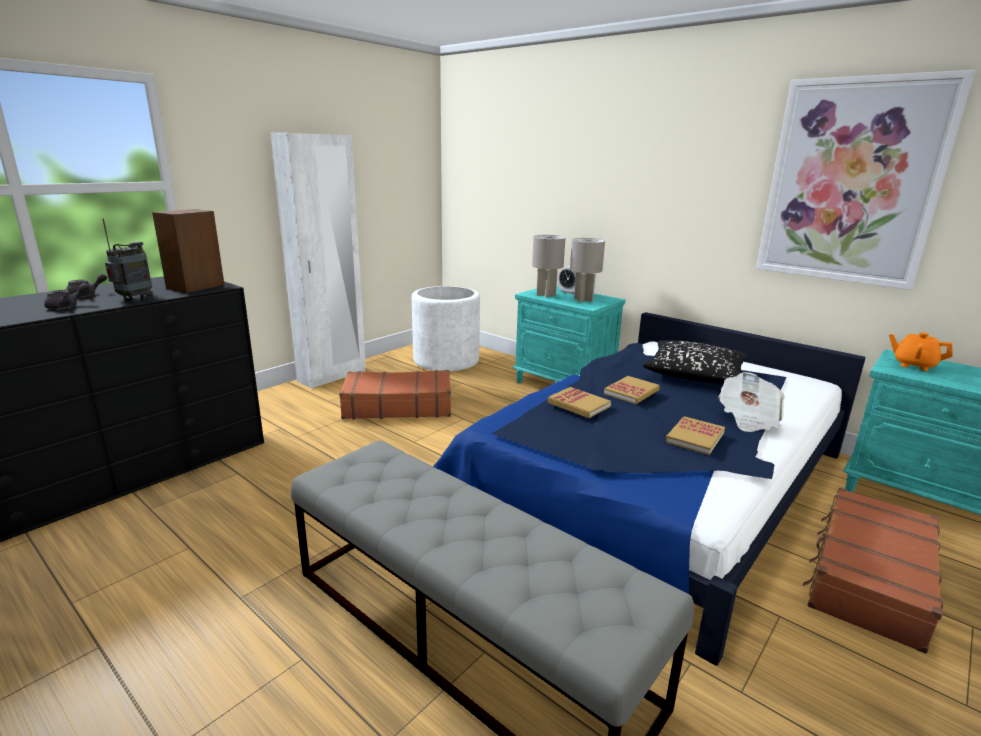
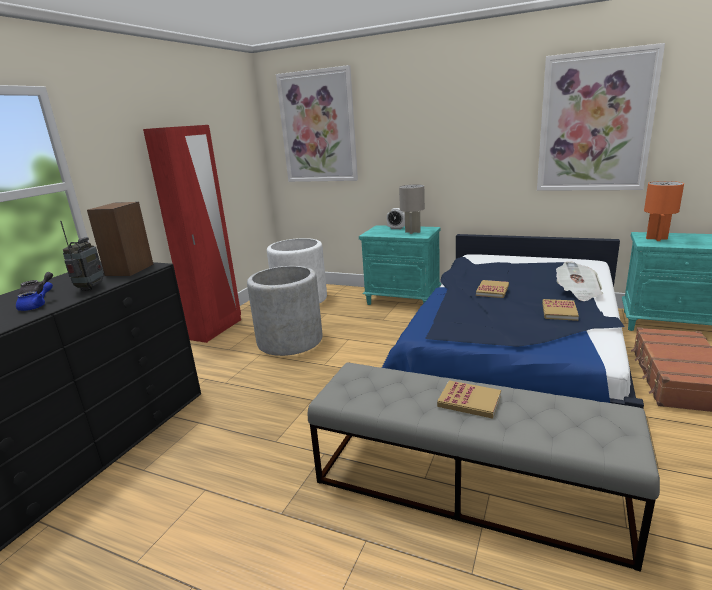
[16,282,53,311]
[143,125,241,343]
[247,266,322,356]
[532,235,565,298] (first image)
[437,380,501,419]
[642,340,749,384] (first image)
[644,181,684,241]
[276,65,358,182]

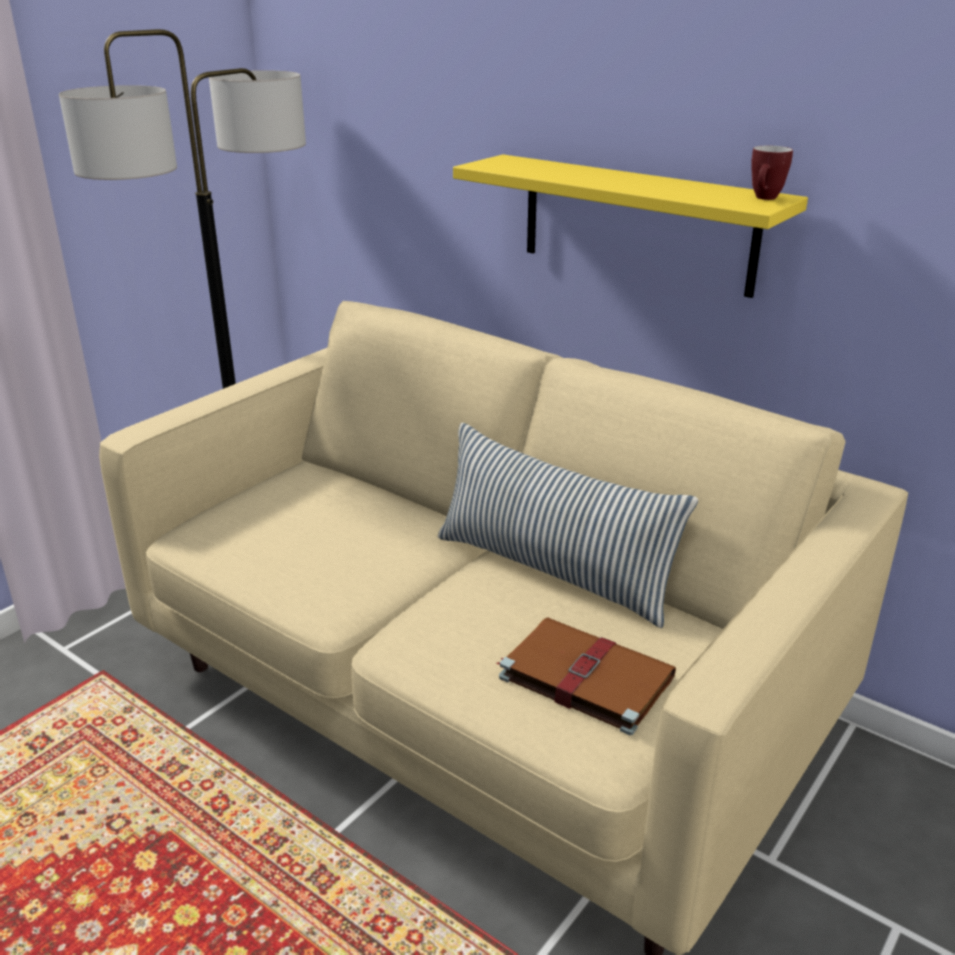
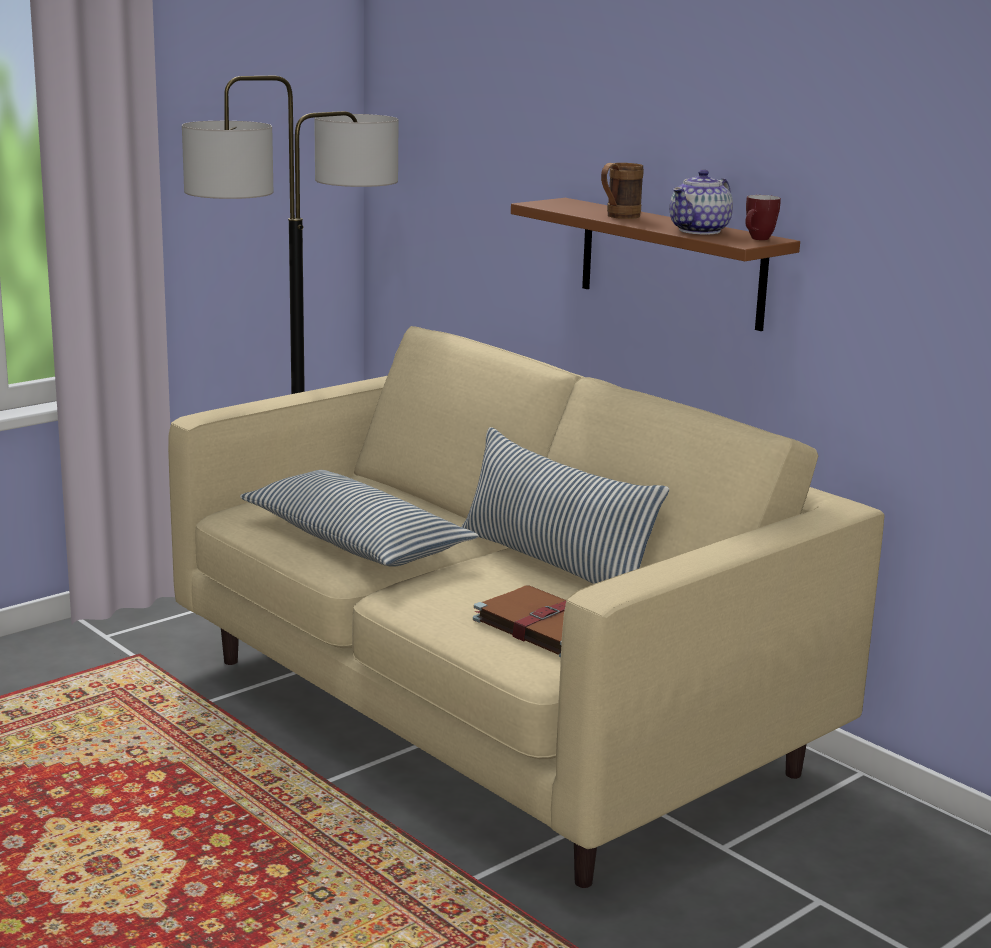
[511,198,800,331]
[240,470,479,567]
[601,163,644,219]
[670,169,733,235]

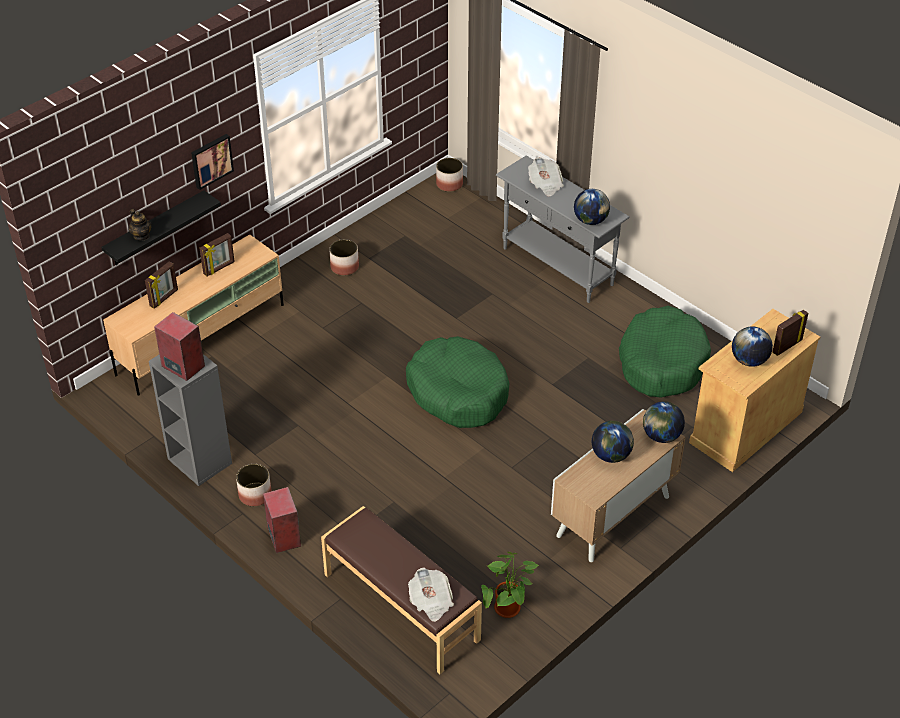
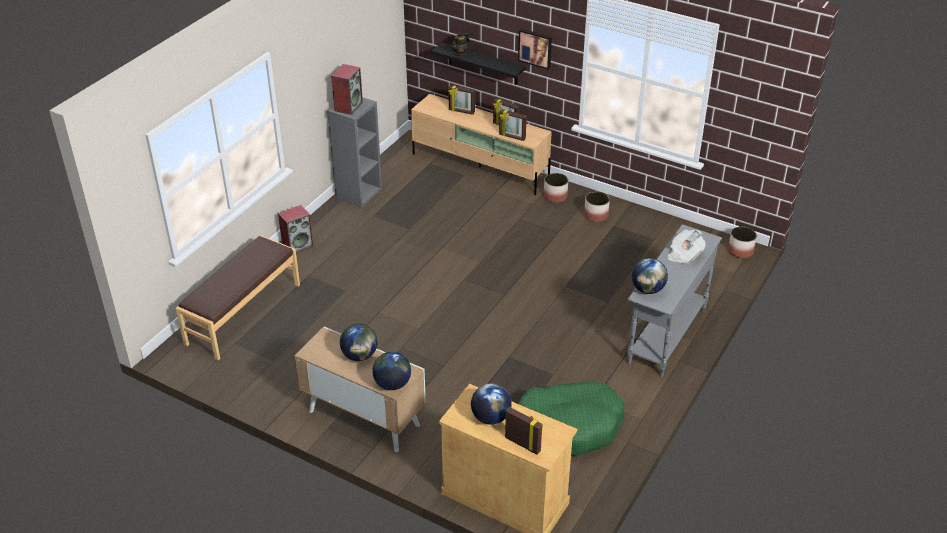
[544,173,568,203]
[406,336,509,428] (first image)
[408,567,454,622] (first image)
[481,552,540,618] (first image)
[499,109,527,141]

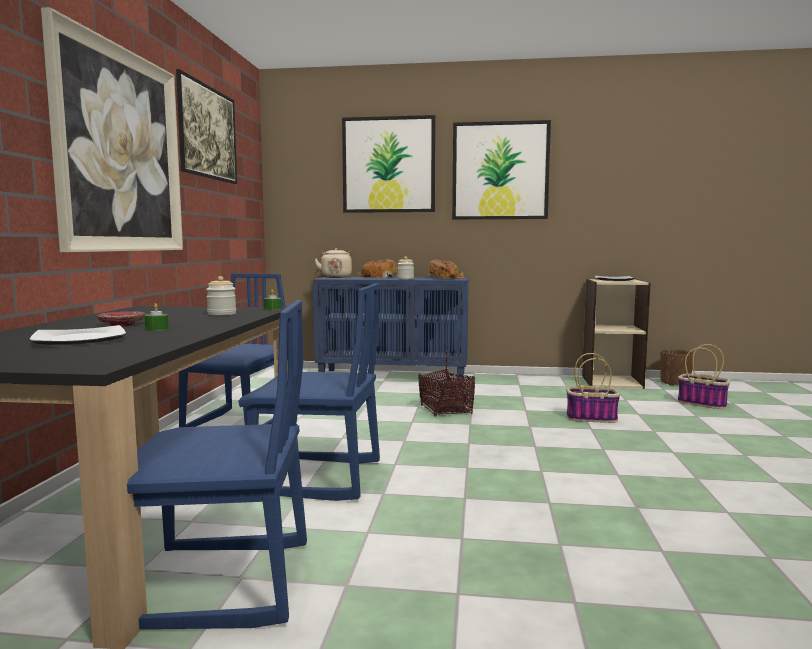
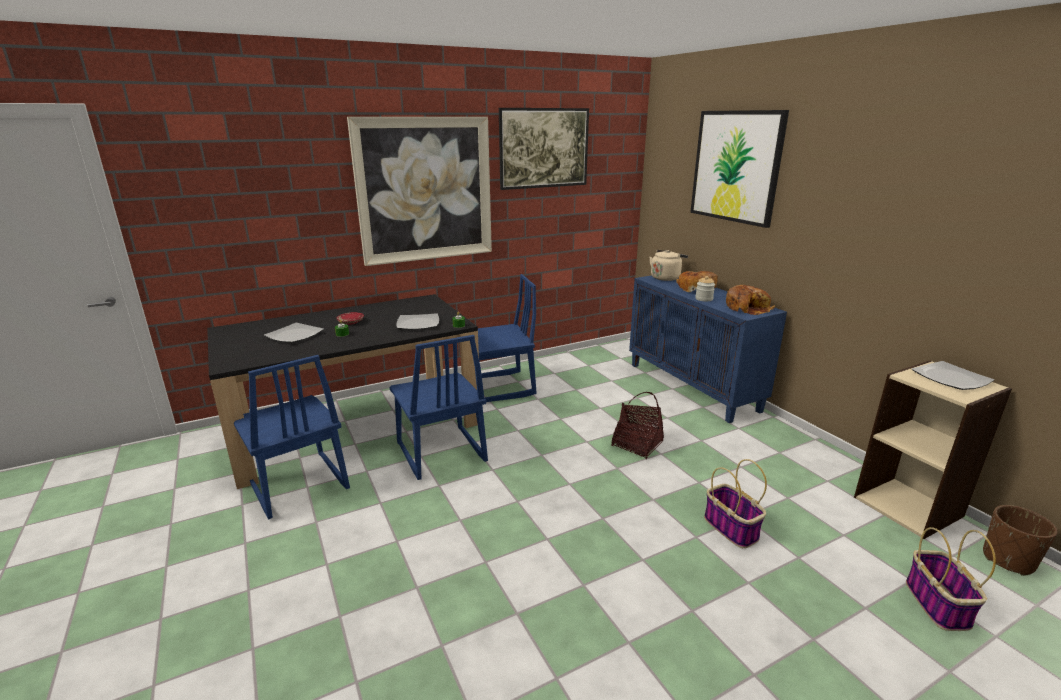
[396,313,439,330]
[452,120,551,219] (first image)

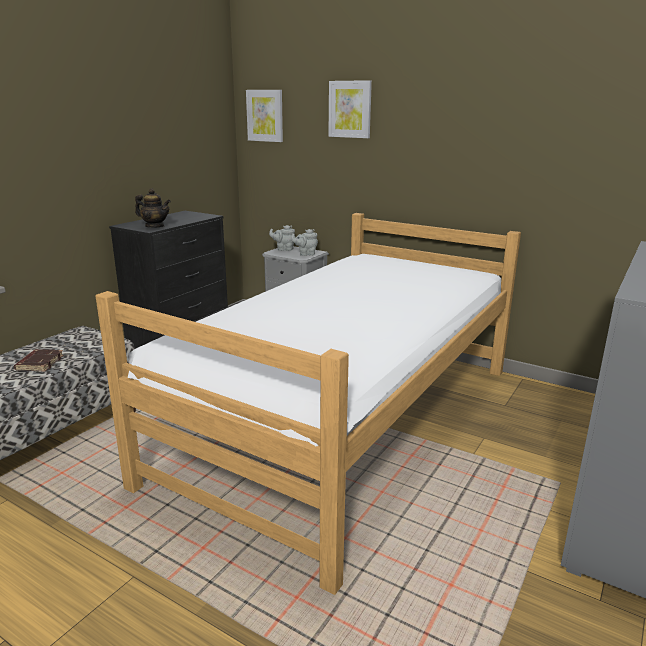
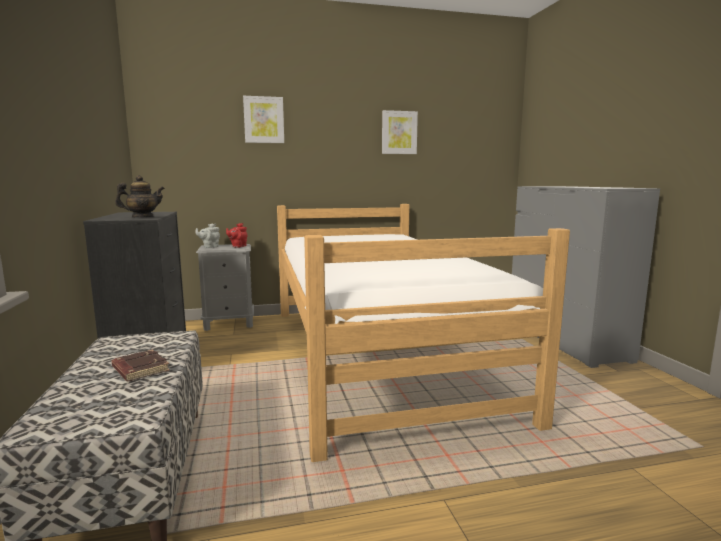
[382,110,418,154]
[226,223,247,248]

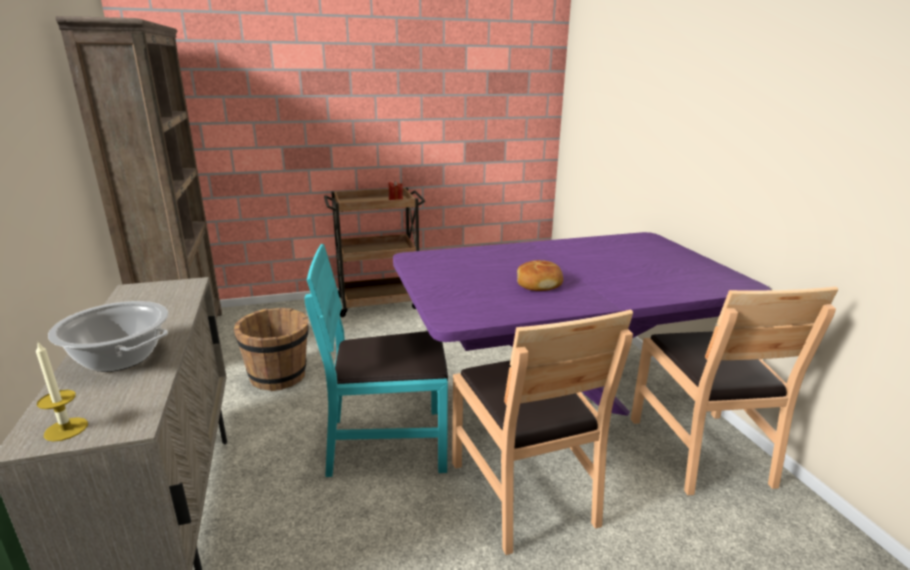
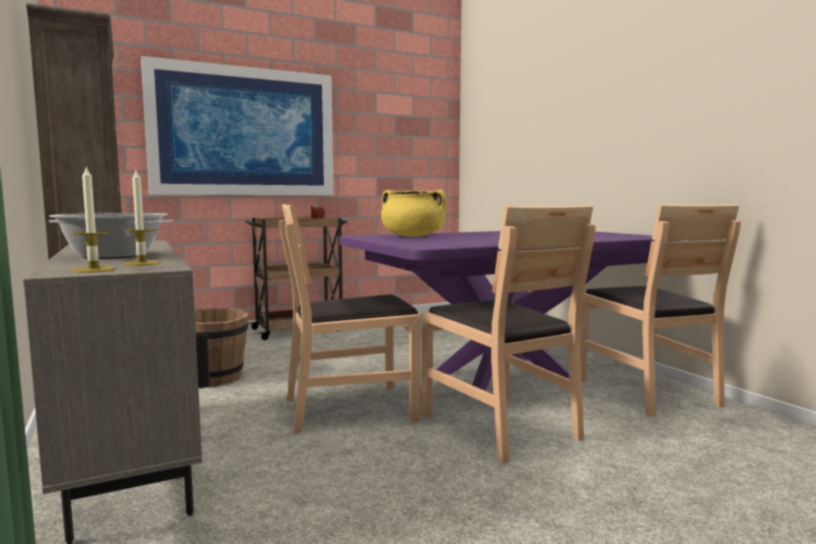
[279,204,420,434]
[517,260,563,291] (first image)
[123,170,161,266]
[141,56,334,195]
[381,189,447,237]

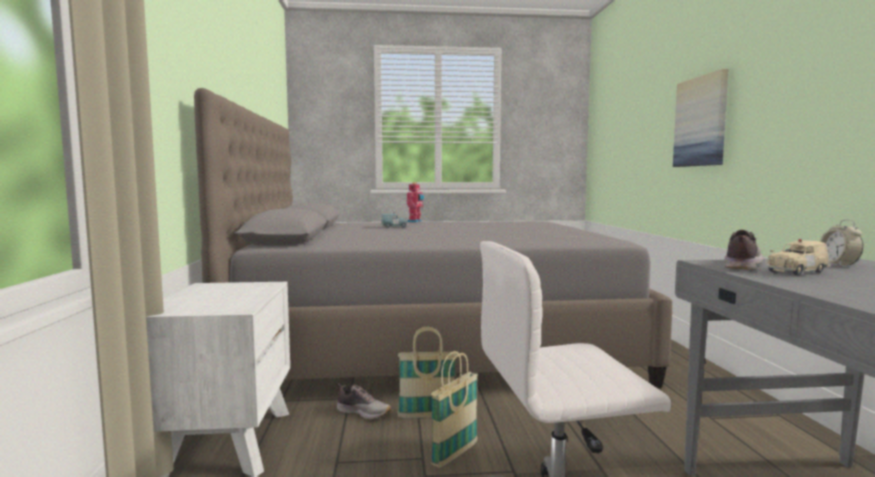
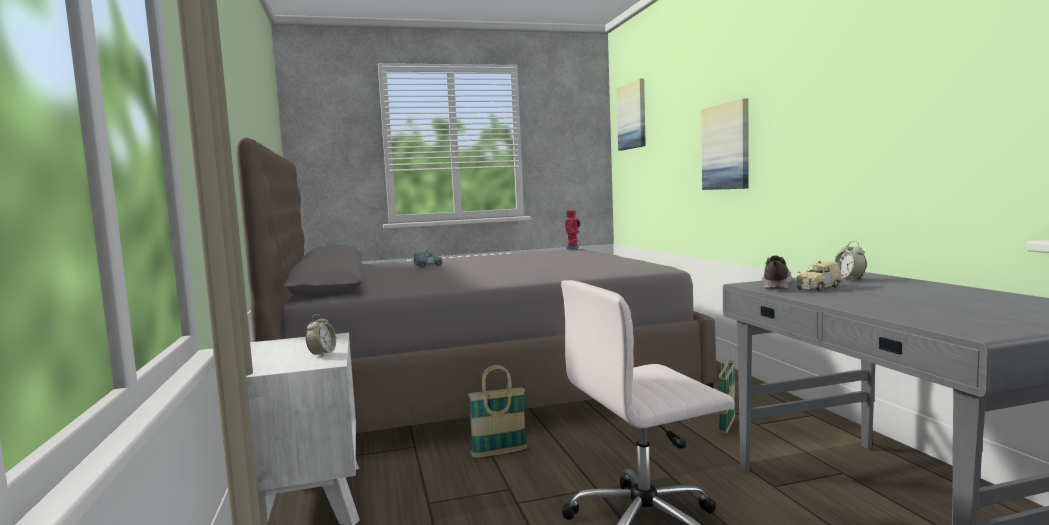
[337,383,391,420] (first image)
[565,208,581,249]
[719,344,735,434]
[306,314,336,357]
[617,79,646,151]

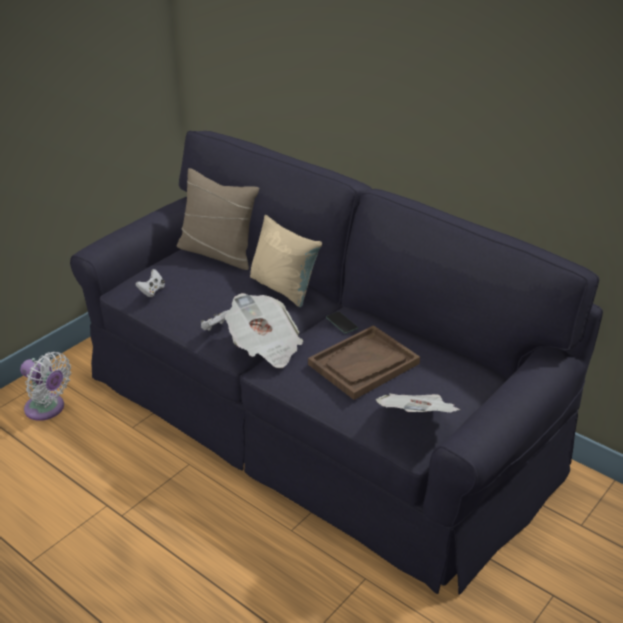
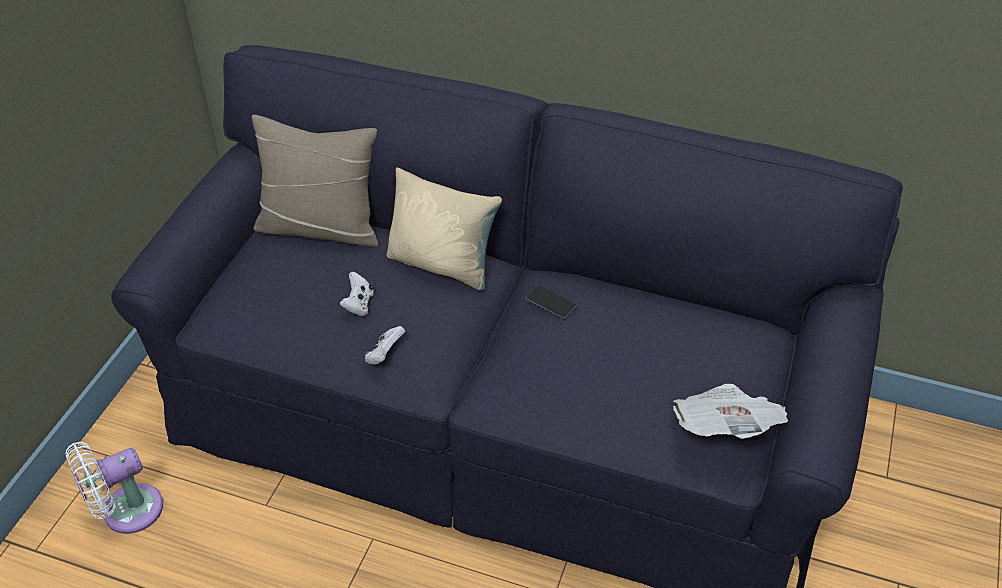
[65,442,163,534]
[340,272,374,316]
[225,293,303,368] (first image)
[308,325,420,400] (first image)

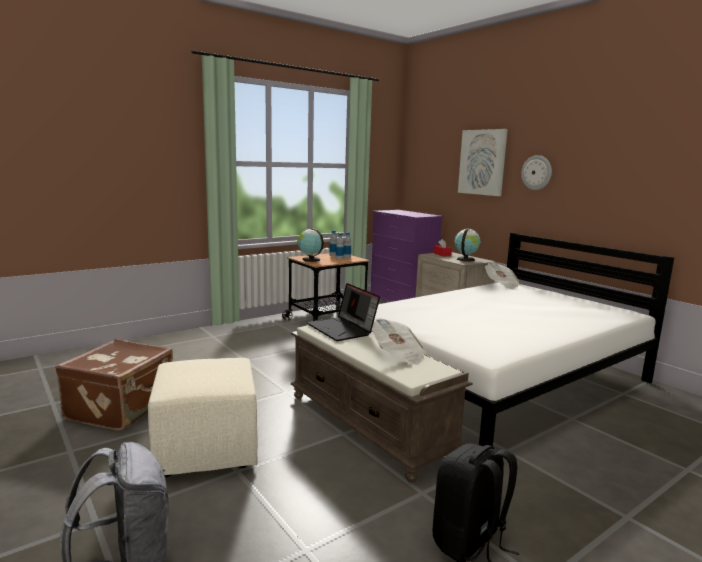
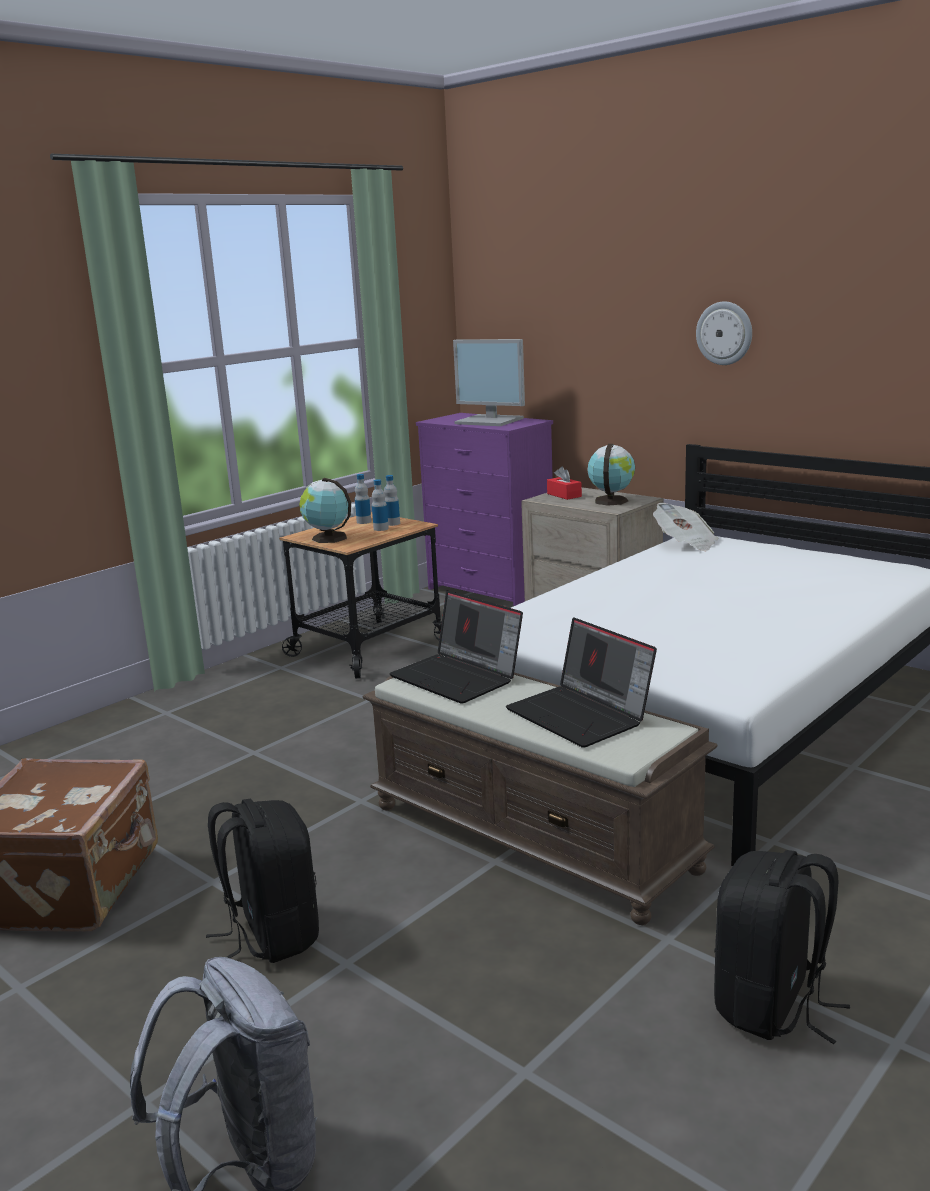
[206,799,319,963]
[506,617,657,748]
[458,129,508,196] (first image)
[453,339,525,426]

